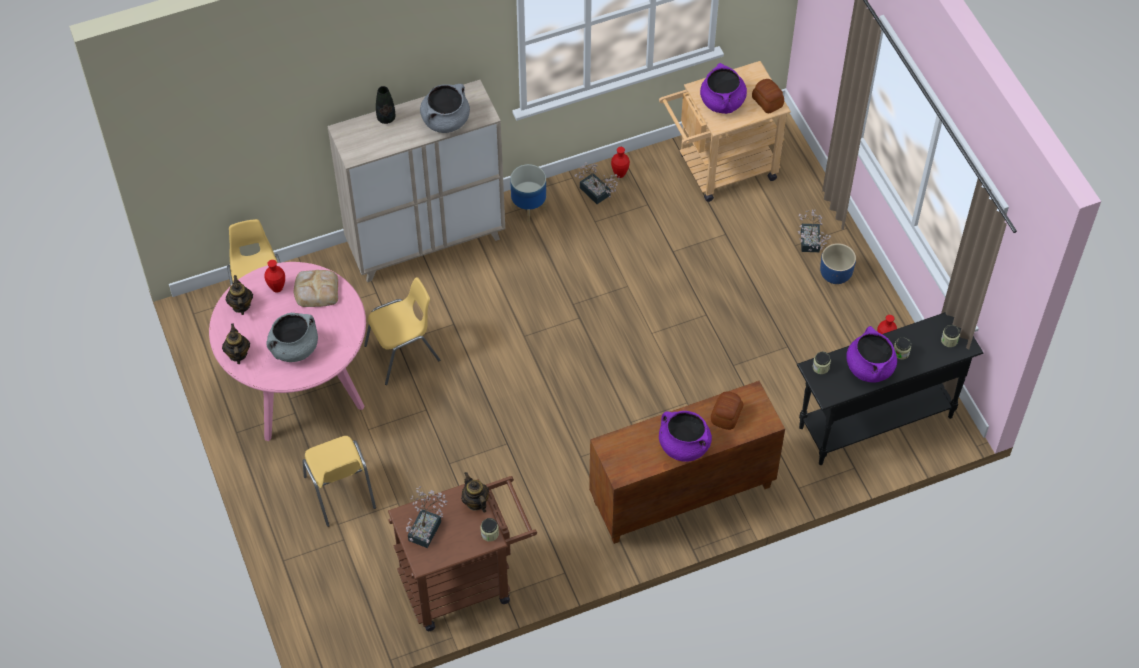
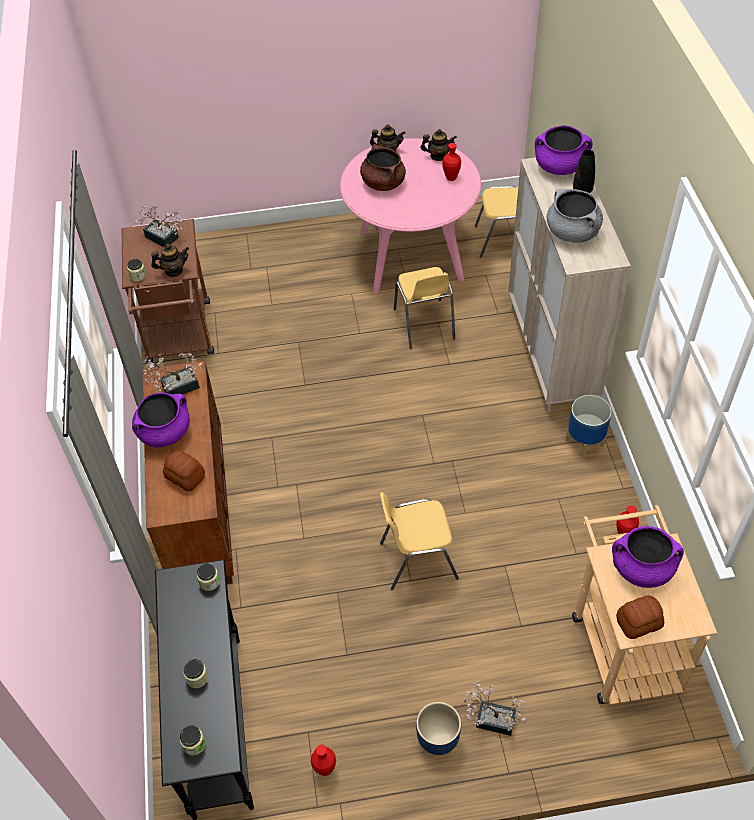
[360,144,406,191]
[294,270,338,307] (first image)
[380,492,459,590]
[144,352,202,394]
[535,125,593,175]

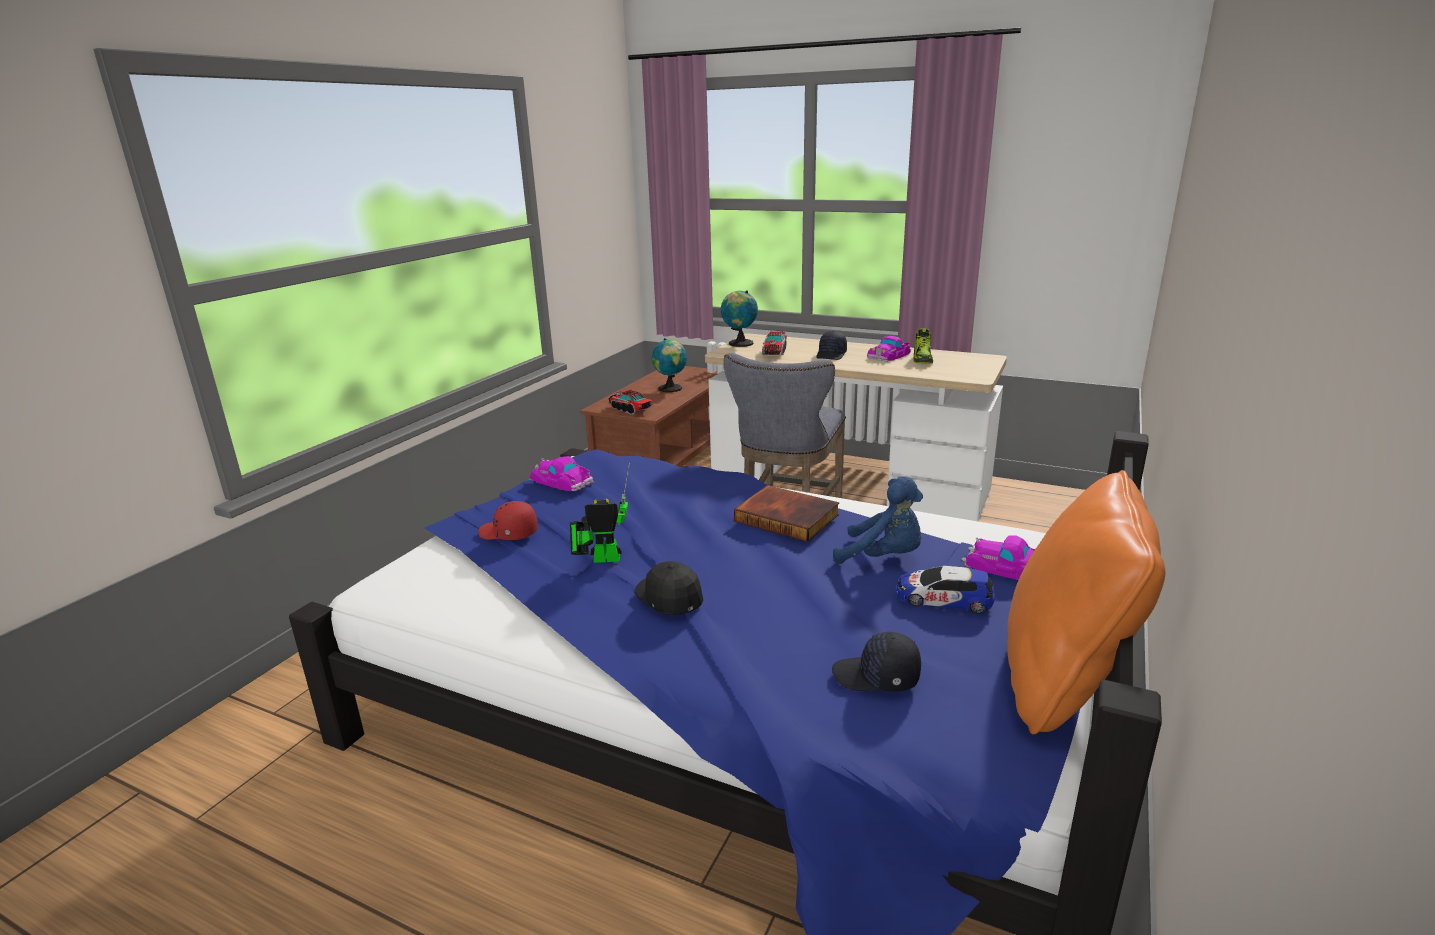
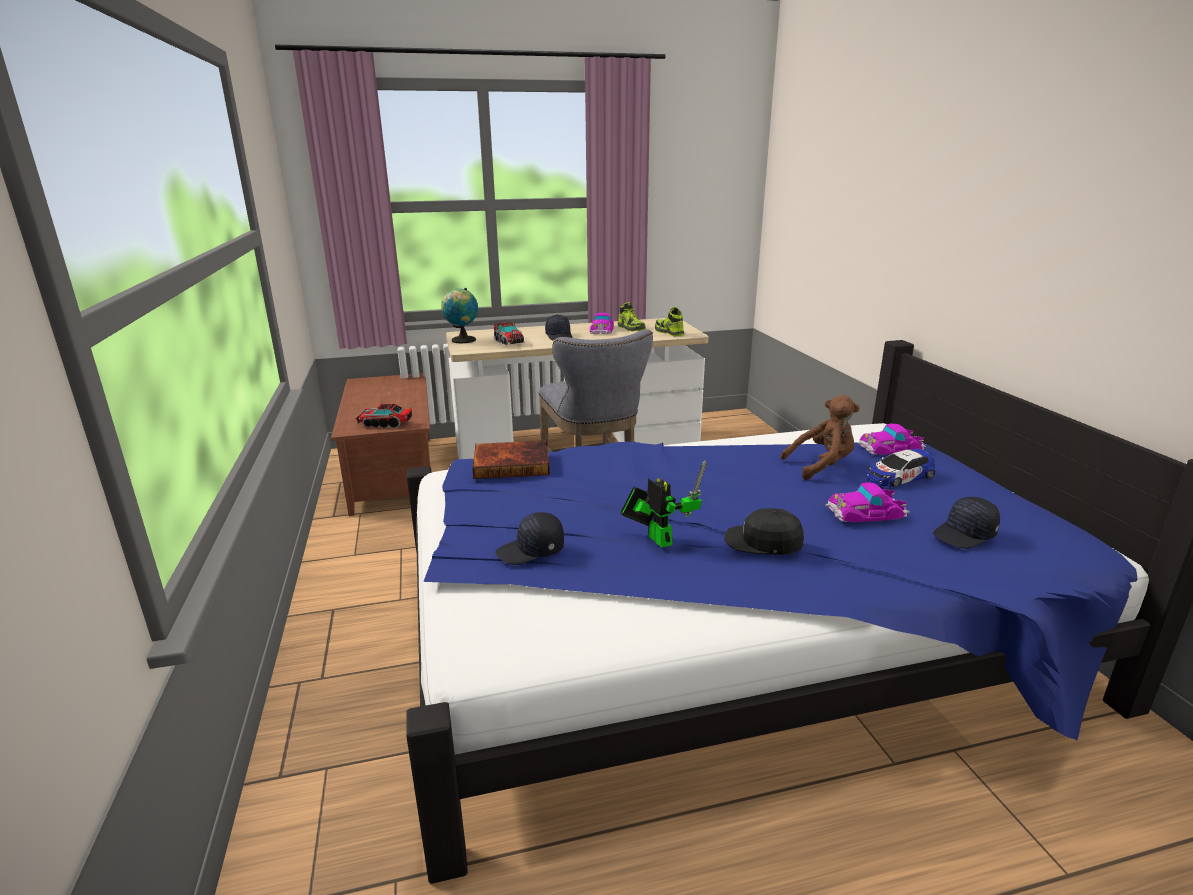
[495,512,564,565]
[825,482,910,522]
[620,460,707,548]
[652,338,687,392] (first image)
[472,440,550,479]
[780,395,860,480]
[1007,470,1166,734] (first image)
[655,307,684,336]

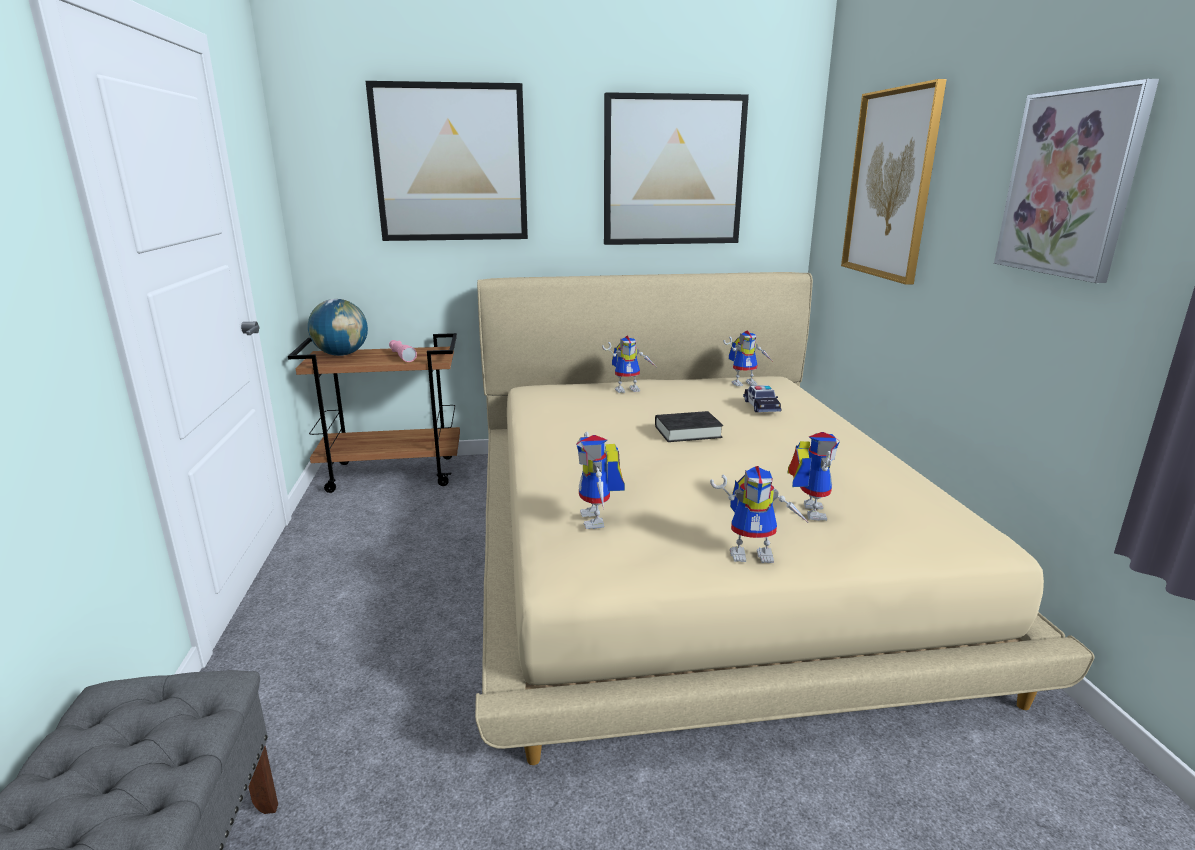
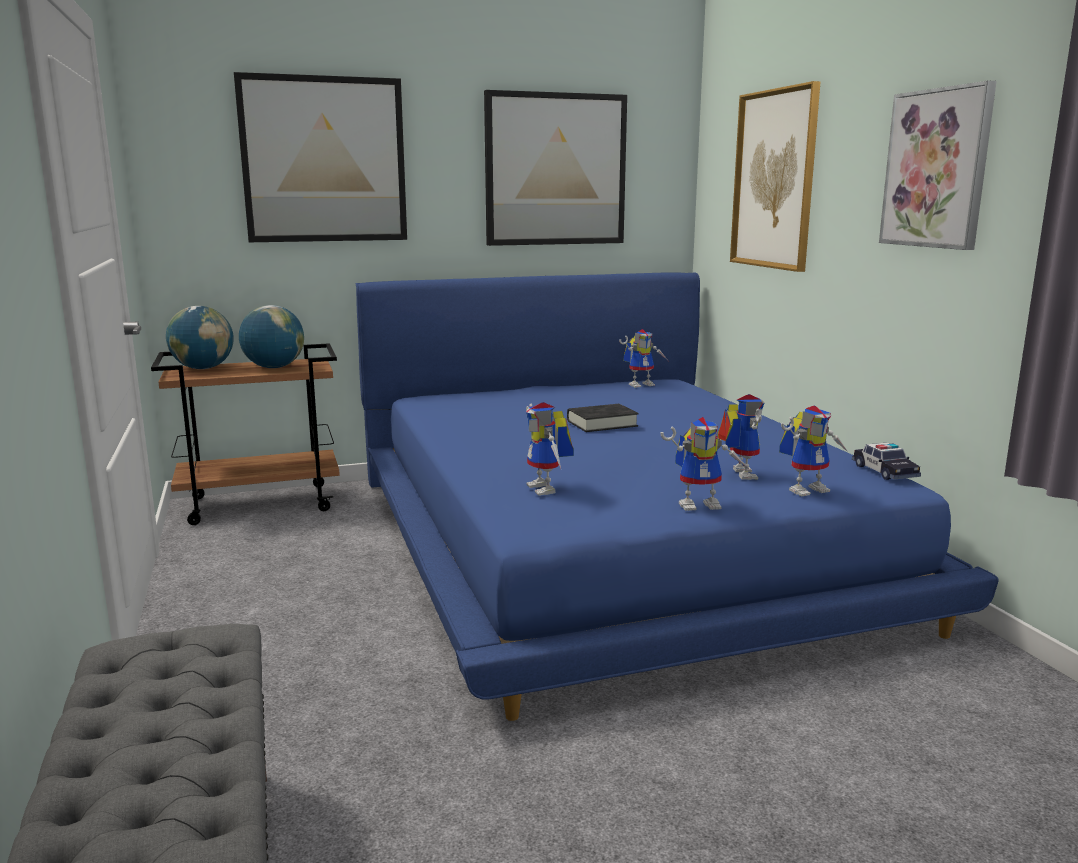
[239,305,304,368]
[356,272,999,721]
[779,406,849,496]
[852,443,921,480]

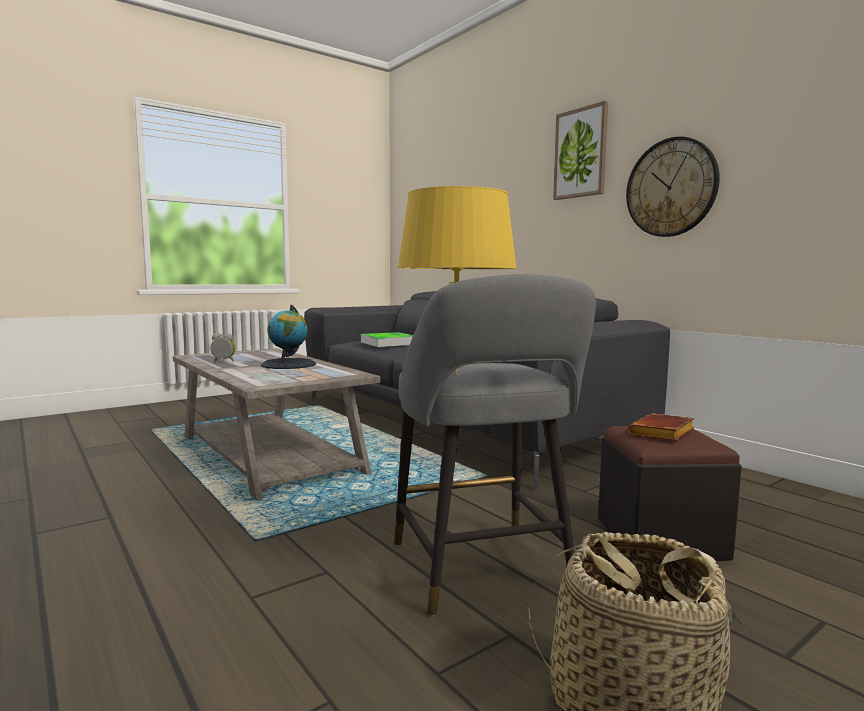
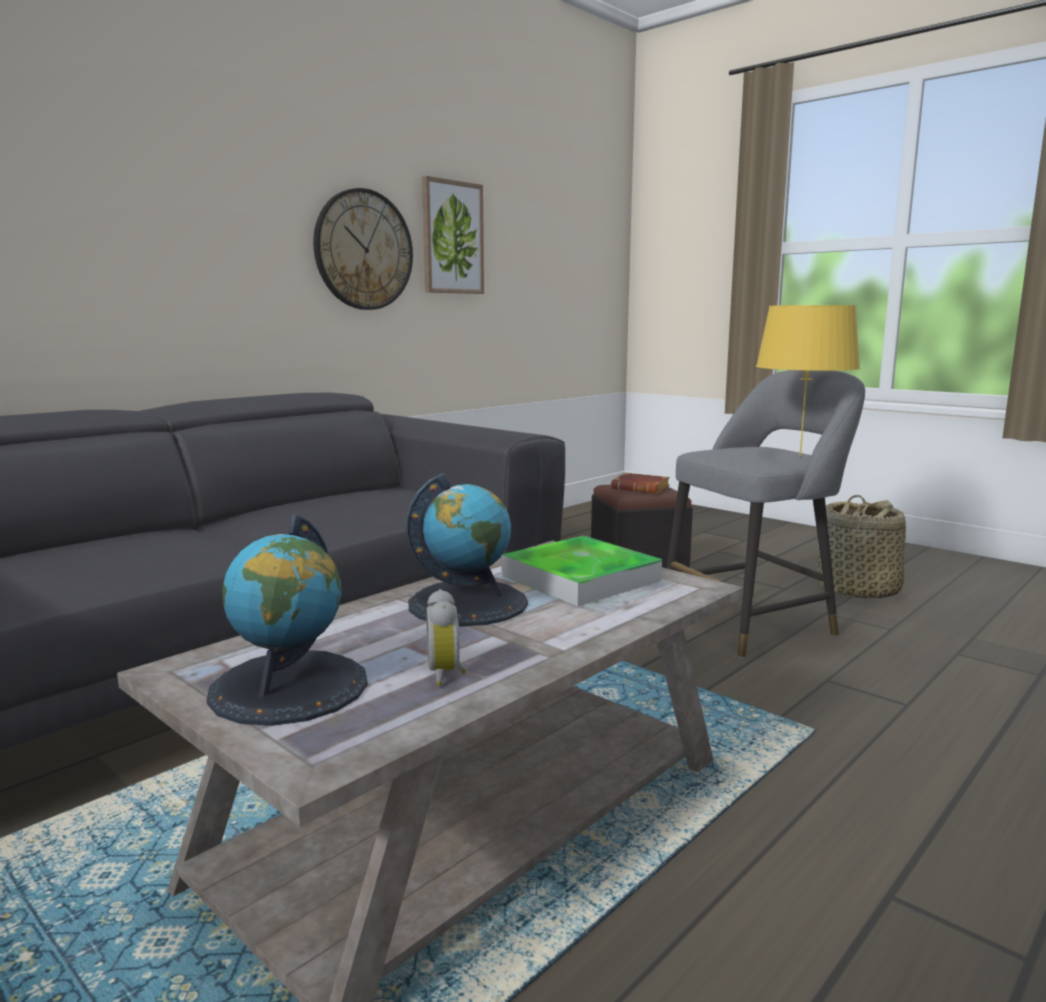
[502,536,662,606]
[422,176,484,294]
[206,514,368,726]

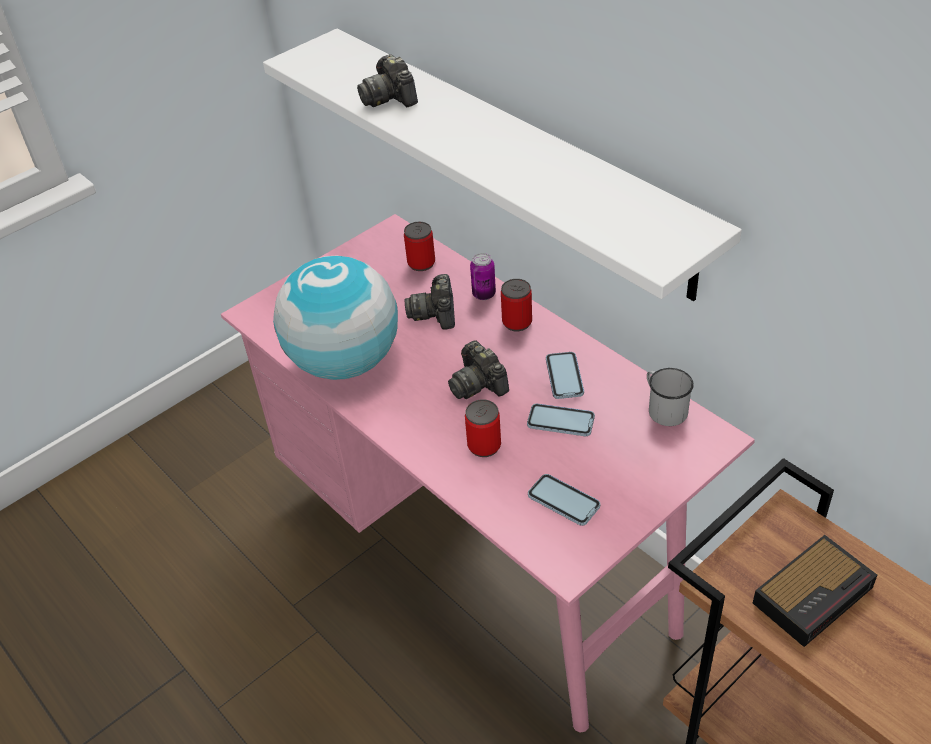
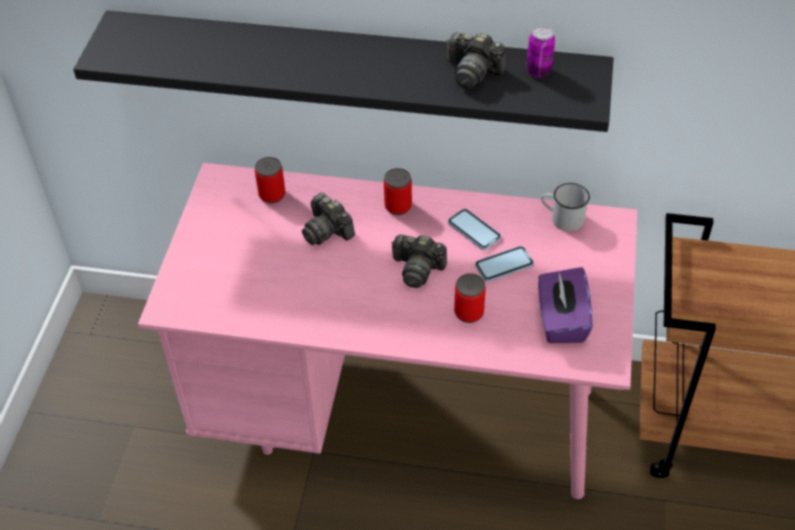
[73,11,614,132]
[273,255,398,380] (first image)
[446,32,506,89]
[526,26,555,78]
[538,267,593,343]
[753,535,877,647] (first image)

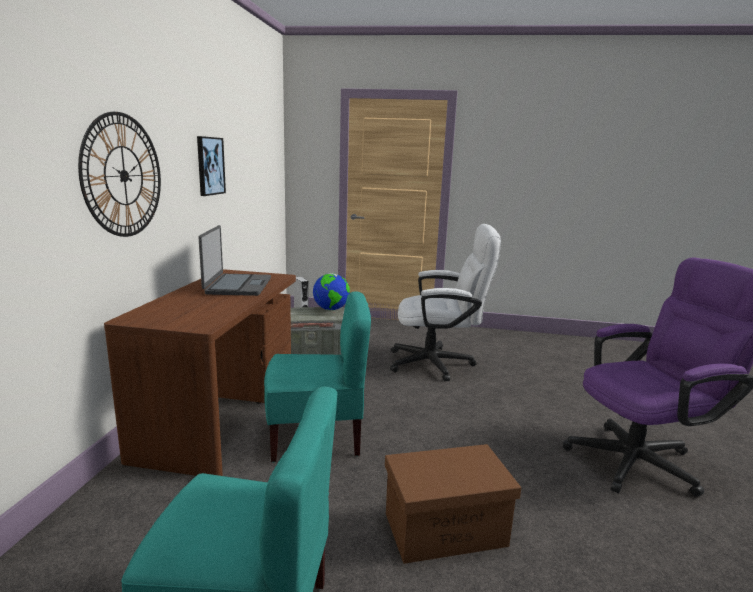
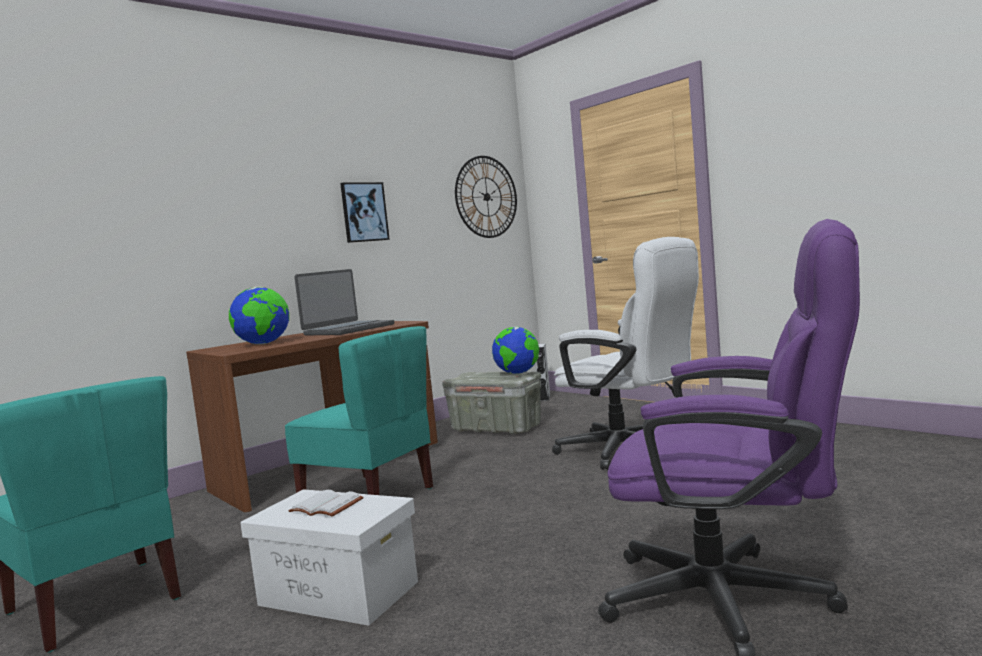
[455,156,517,238]
[240,489,418,626]
[229,287,289,344]
[288,490,364,517]

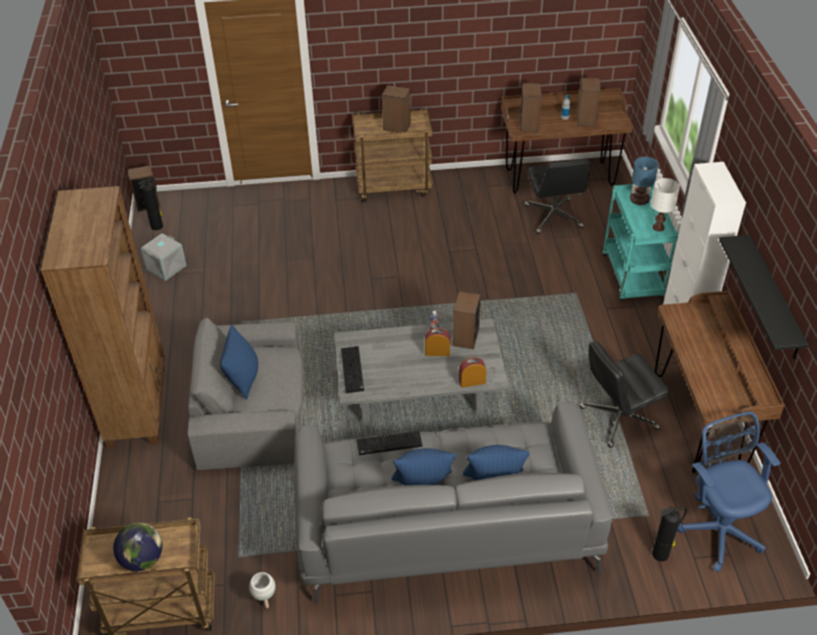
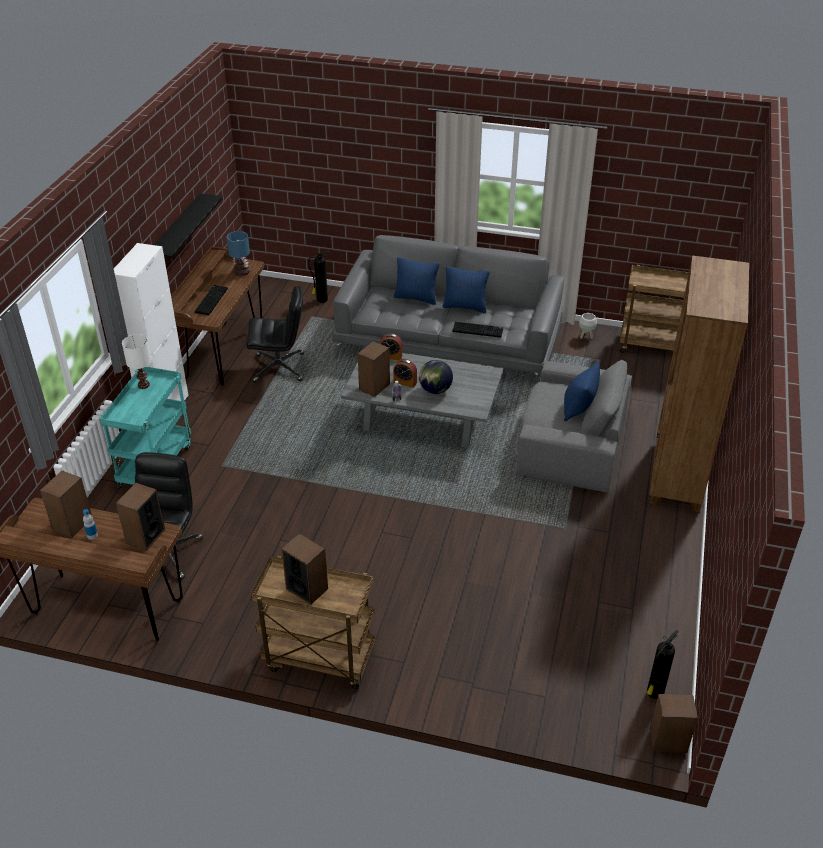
[419,360,453,394]
[141,233,186,281] (first image)
[195,285,228,315]
[227,231,251,276]
[677,411,781,573] (first image)

